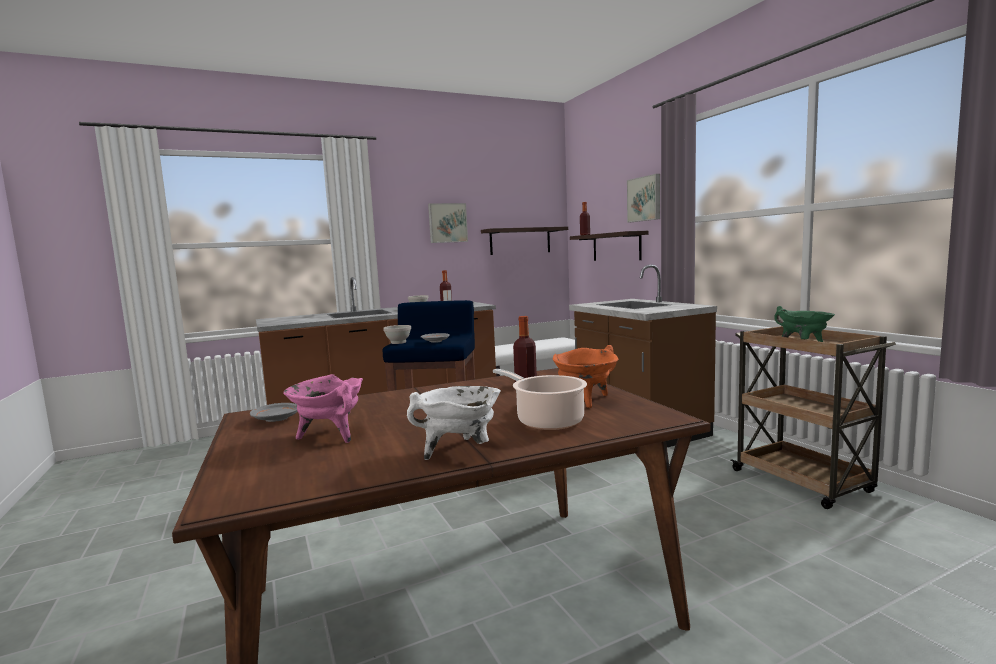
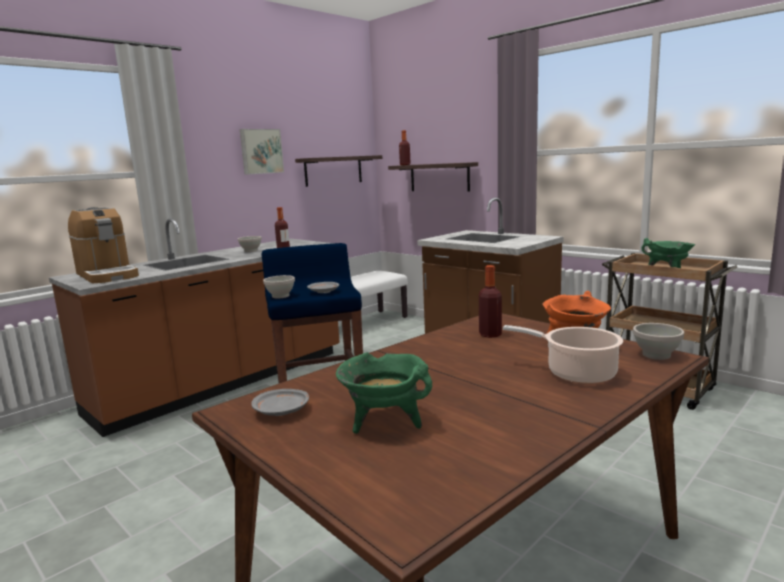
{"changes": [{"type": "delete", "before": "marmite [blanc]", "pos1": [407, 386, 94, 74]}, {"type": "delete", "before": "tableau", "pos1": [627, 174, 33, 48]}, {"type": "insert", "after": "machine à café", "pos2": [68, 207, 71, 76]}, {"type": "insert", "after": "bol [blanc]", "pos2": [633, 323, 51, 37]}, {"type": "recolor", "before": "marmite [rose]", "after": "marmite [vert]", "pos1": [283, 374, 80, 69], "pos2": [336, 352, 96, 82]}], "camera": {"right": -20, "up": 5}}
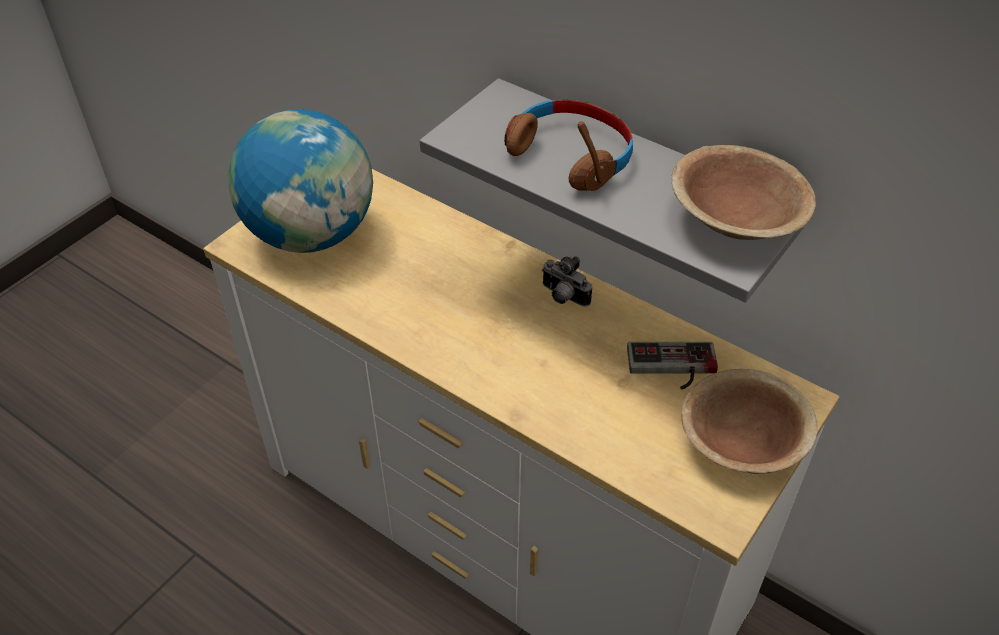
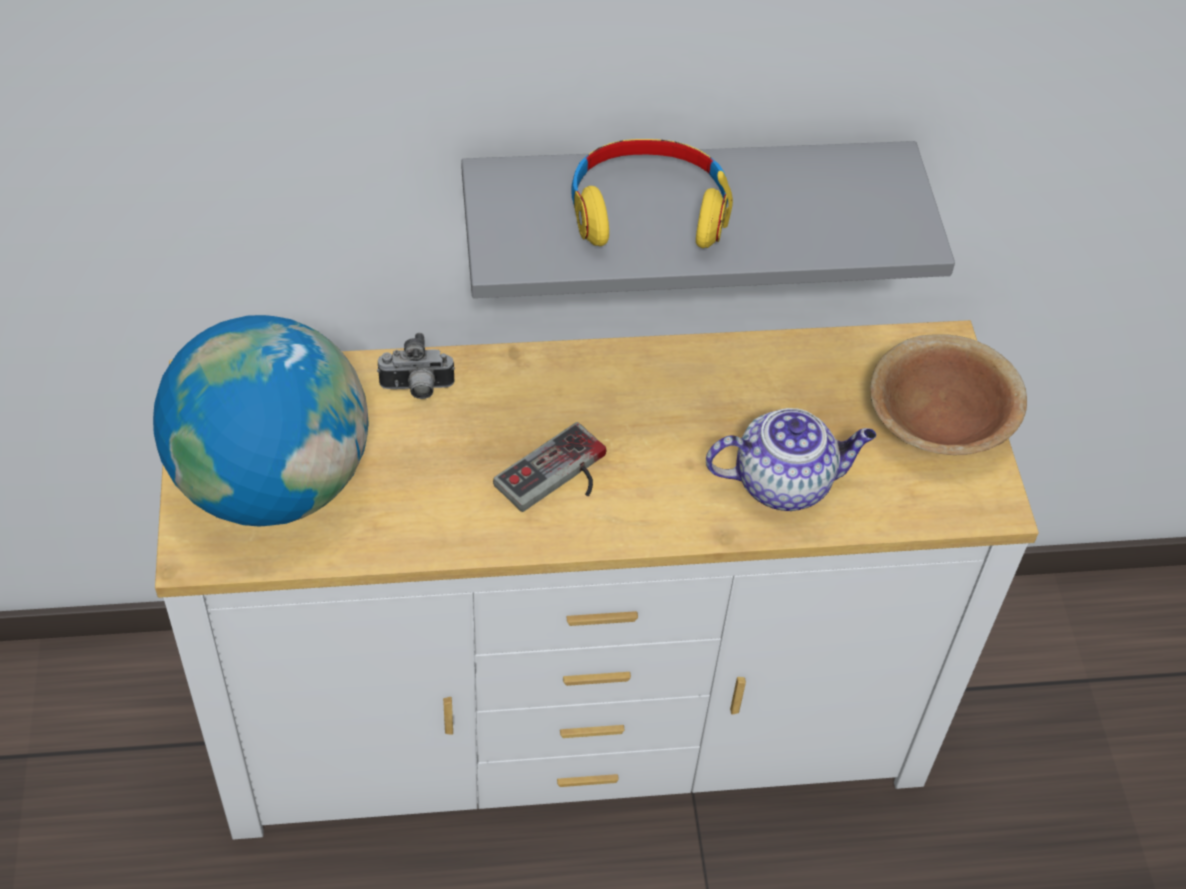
{"changes": [{"type": "delete", "before": "bol [marron]", "pos1": [671, 145, 145, 95]}, {"type": "insert", "after": "théière", "pos2": [706, 408, 170, 103]}, {"type": "move", "before": "appareil photo", "pos1": [542, 256, 50, 51], "pos2": [377, 333, 78, 66]}, {"type": "move", "before": "manette", "pos1": [627, 342, 91, 48], "pos2": [493, 422, 113, 90]}, {"type": "recolor", "before": "casque audio [marron]", "after": "casque audio [jaune]", "pos1": [504, 100, 129, 91], "pos2": [572, 139, 161, 109]}], "camera": {"right": -45, "up": 5}}
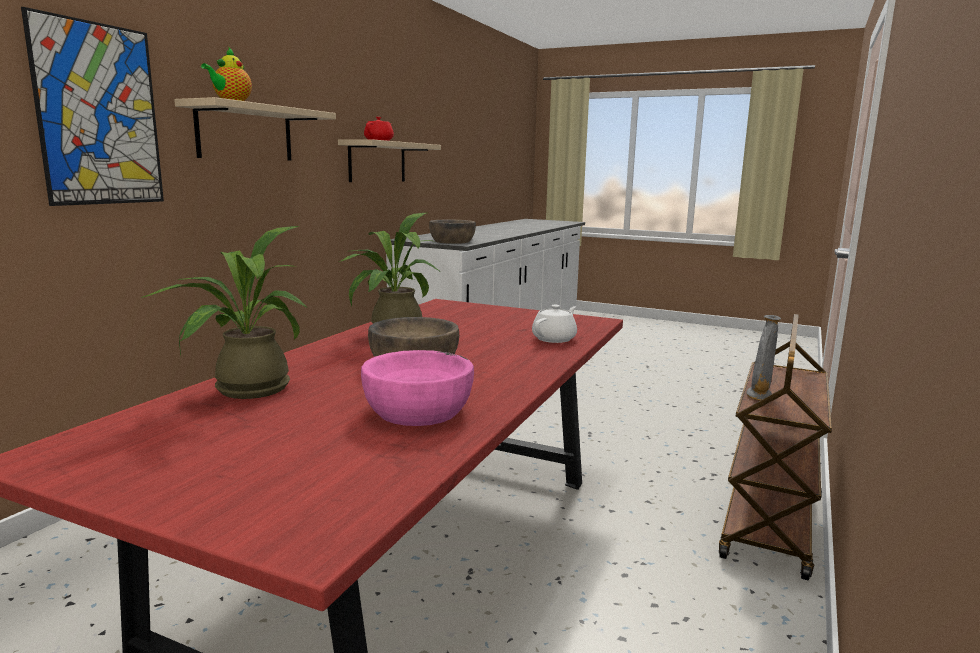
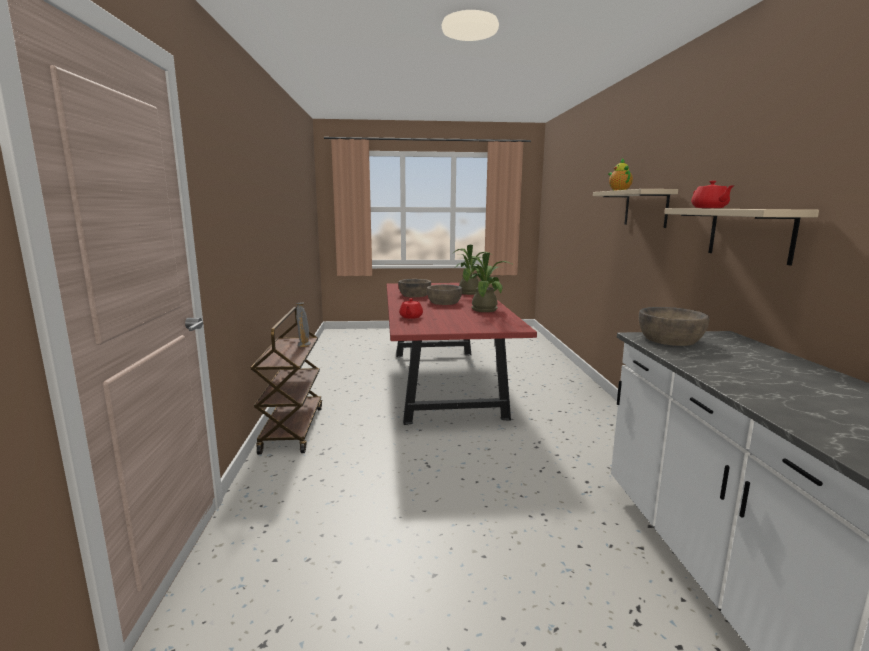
{"changes": [{"type": "delete", "before": "tableau", "pos1": [21, 7, 143, 199]}, {"type": "recolor", "before": "bol [rose]", "after": "bol [marron]", "pos1": [361, 350, 113, 76], "pos2": [398, 279, 33, 18]}, {"type": "recolor", "before": "théière [blanc]", "after": "théière [rouge]", "pos1": [532, 305, 45, 38], "pos2": [399, 299, 24, 20]}], "camera": {"right": 150, "up": 0}}
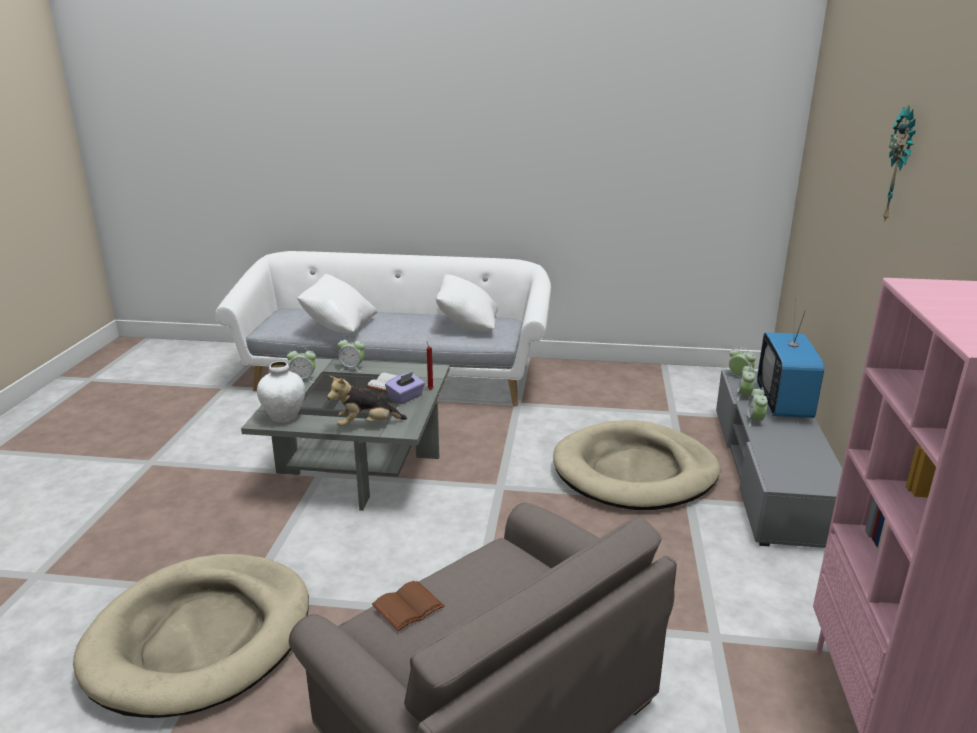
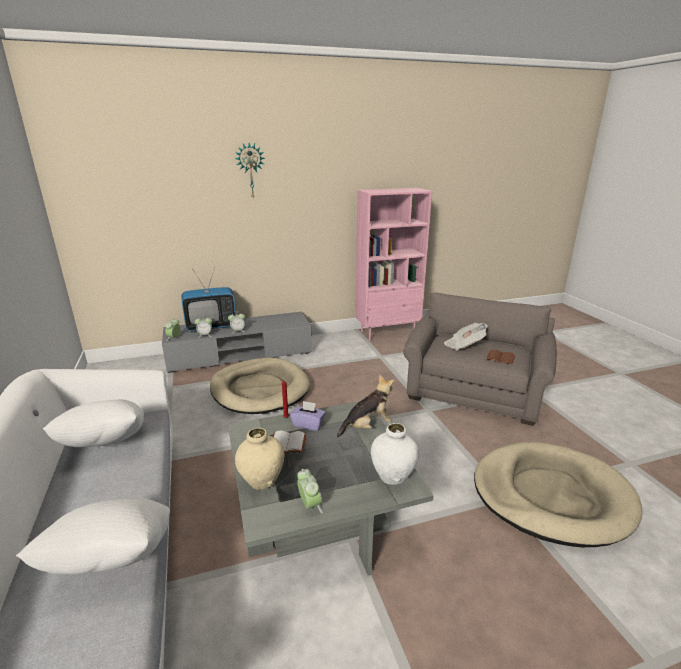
{"changes": [{"type": "insert", "after": "journal", "pos2": [444, 323, 44, 27]}, {"type": "replace", "before": "réveil", "after": "vase [beige]", "pos1": [337, 336, 28, 36], "pos2": [235, 428, 49, 62]}, {"type": "rotate", "before": "peluche", "pos1": [327, 376, 80, 50], "pos2": [337, 375, 57, 62], "turn": -75}], "camera": {"right": -115, "up": 0}}
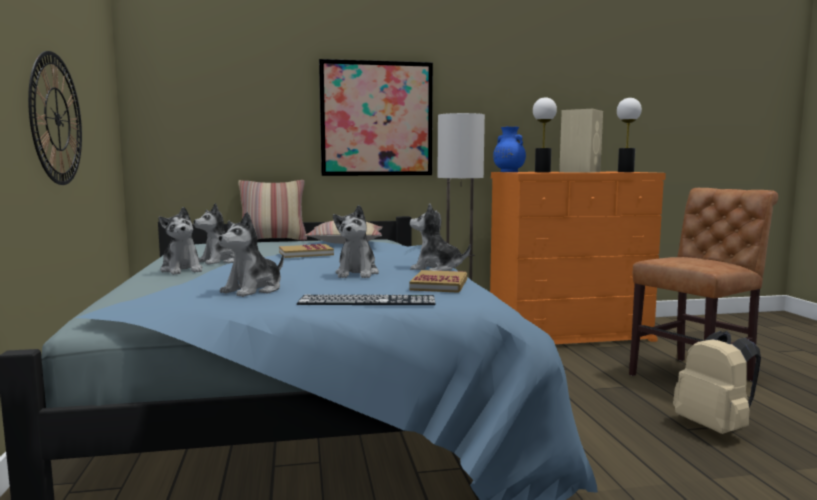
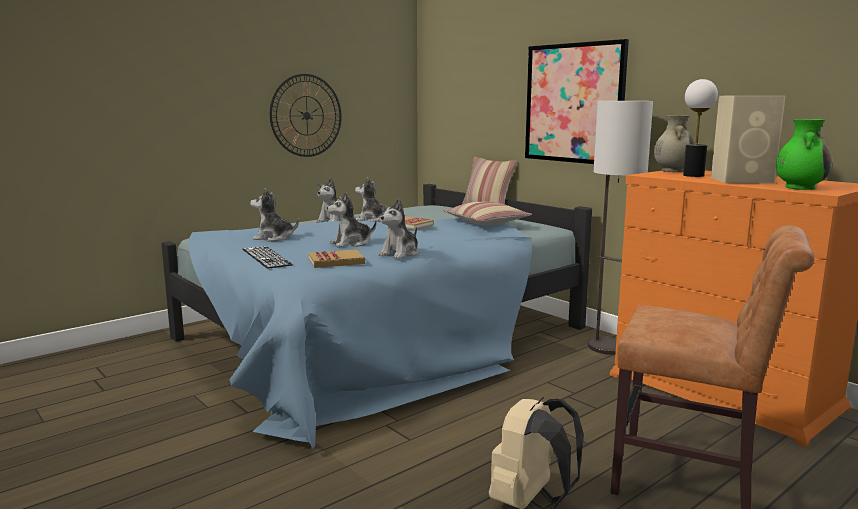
{"changes": [{"type": "replace", "before": "lampe de table", "after": "vase [vert]", "pos1": [617, 98, 25, 74], "pos2": [776, 119, 56, 71]}, {"type": "recolor", "before": "vase [bleu]", "after": "vase [beige]", "pos1": [493, 126, 33, 46], "pos2": [654, 115, 41, 57]}, {"type": "rotate", "before": "peluche", "pos1": [410, 203, 61, 68], "pos2": [378, 199, 40, 60], "turn": -135}], "camera": {"right": 60, "up": 5}}
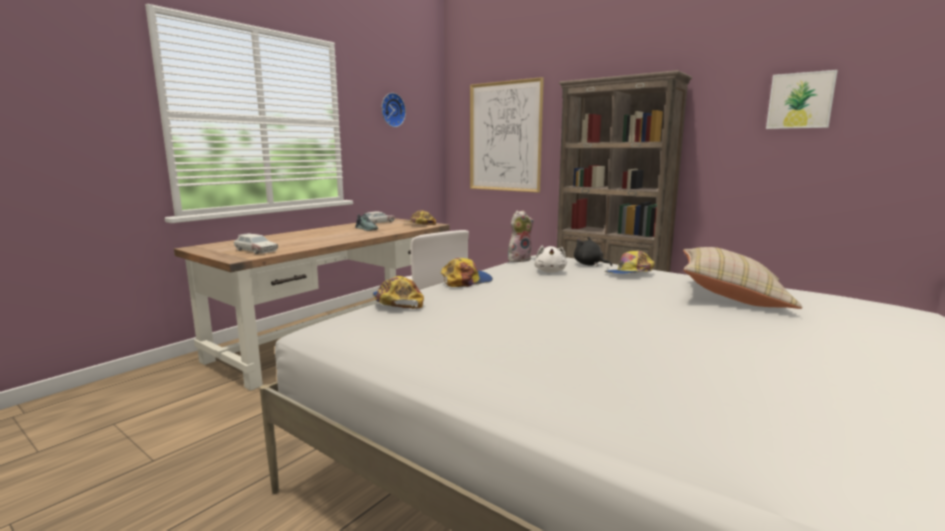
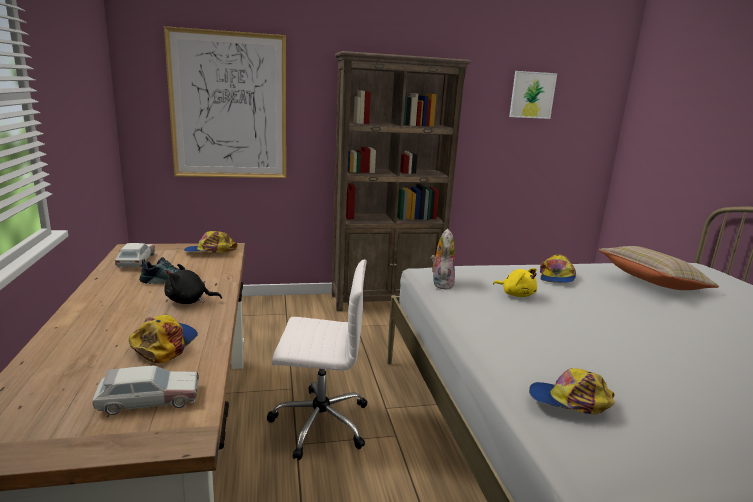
{"changes": [{"type": "delete", "before": "horloge murale", "pos1": [382, 93, 24, 34]}, {"type": "move", "before": "casquette", "pos1": [441, 258, 52, 29], "pos2": [129, 315, 69, 48]}, {"type": "move", "before": "peluche [noir]", "pos1": [574, 237, 38, 29], "pos2": [164, 264, 58, 40]}, {"type": "recolor", "before": "peluche [blanc]", "after": "peluche [jaune]", "pos1": [534, 246, 33, 27], "pos2": [493, 268, 44, 29]}], "camera": {"right": -50, "up": 5}}
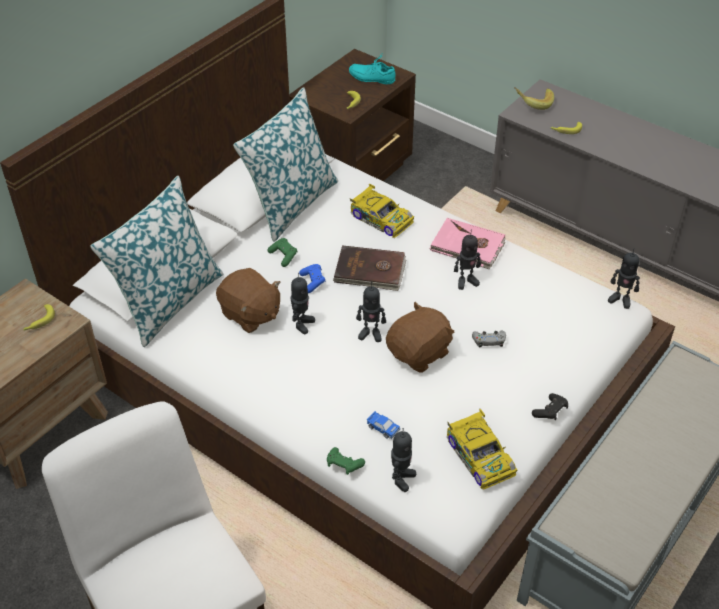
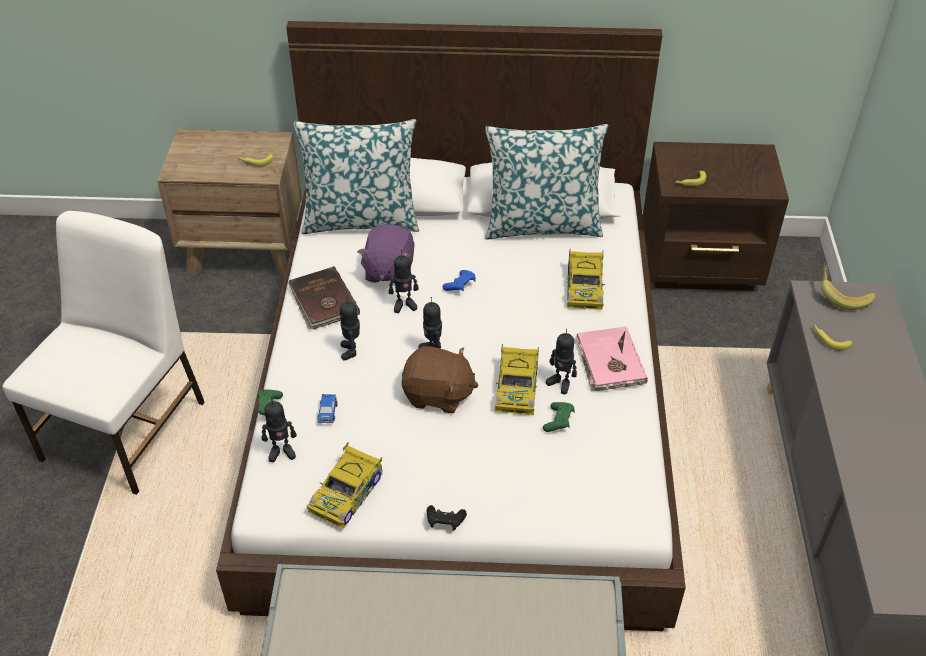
{"changes": [{"type": "delete", "before": "chaussure [turquoise]", "pos1": [349, 54, 47, 30]}, {"type": "delete", "before": "manette [gris]", "pos1": [472, 330, 34, 18]}, {"type": "insert", "after": "petite voiture", "pos2": [495, 344, 44, 71]}, {"type": "move", "before": "manette [vert]", "pos1": [267, 238, 31, 29], "pos2": [543, 402, 32, 30]}, {"type": "move", "before": "livre [marron]", "pos1": [333, 245, 73, 46], "pos2": [288, 266, 72, 64]}, {"type": "move", "before": "robot jouet", "pos1": [608, 248, 32, 61], "pos2": [340, 297, 20, 64]}, {"type": "recolor", "before": "peluche [marron]", "after": "peluche [violet]", "pos1": [216, 268, 64, 65], "pos2": [358, 224, 57, 60]}], "camera": {"right": 55, "up": 0}}
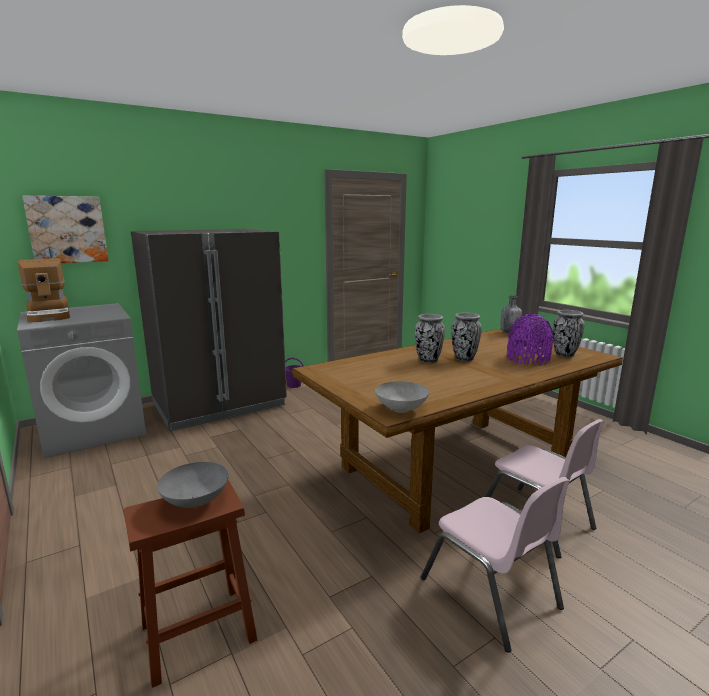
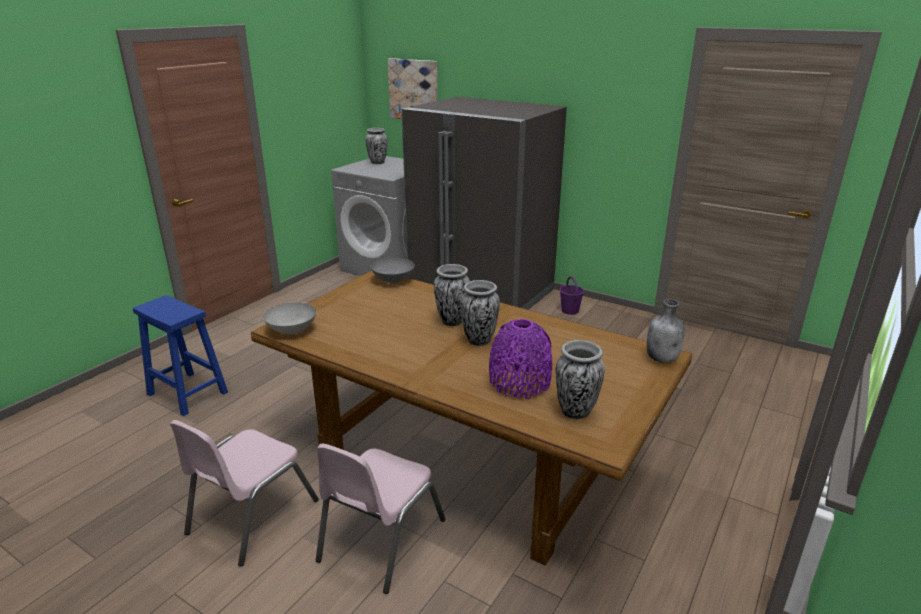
{"changes": [{"type": "move", "before": "bol [gris]", "pos1": [157, 462, 72, 46], "pos2": [371, 257, 44, 26]}, {"type": "replace", "before": "machine à café", "after": "vase", "pos1": [18, 258, 52, 64], "pos2": [365, 128, 22, 36]}, {"type": "recolor", "before": "tabouret [marron]", "after": "tabouret [bleu]", "pos1": [124, 480, 133, 208], "pos2": [133, 295, 95, 121]}], "camera": {"right": 65, "up": 10}}
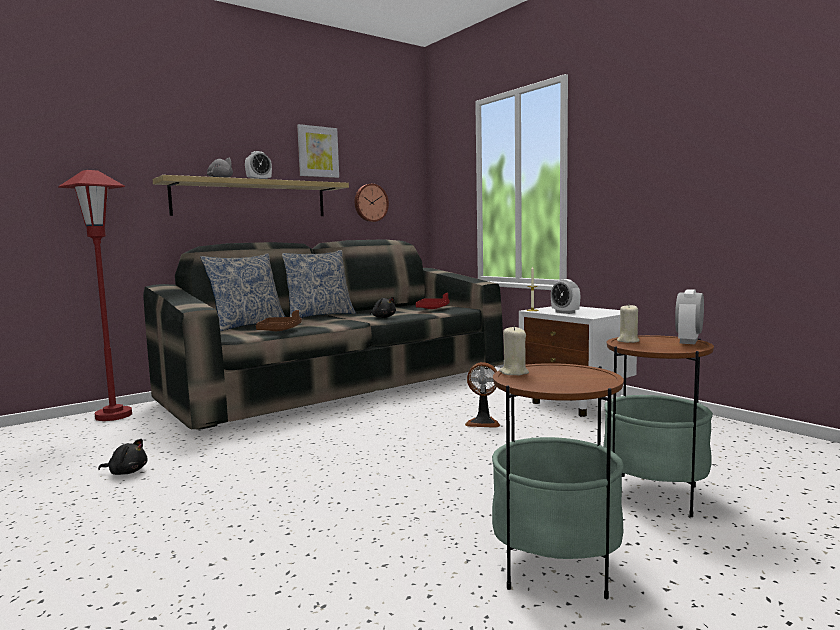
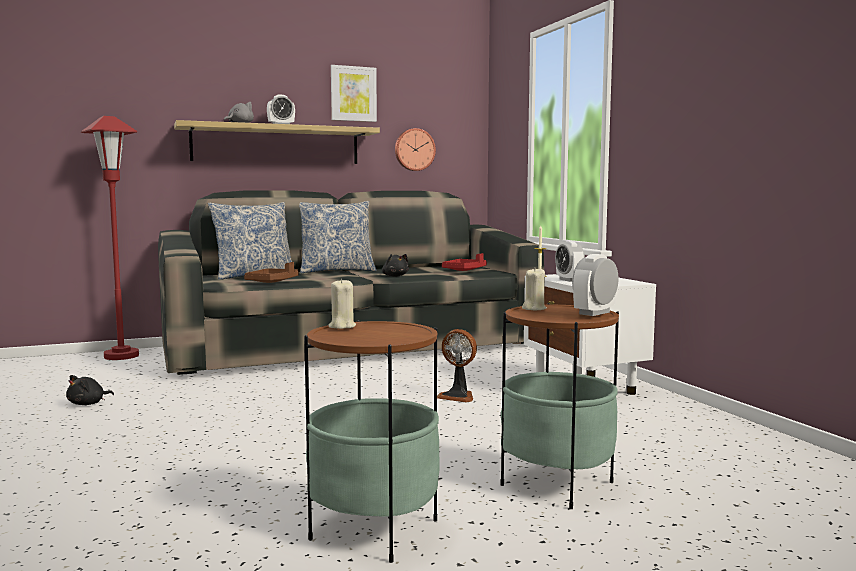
{"changes": [{"type": "rotate", "before": "peluche [noir]", "pos1": [98, 439, 49, 36], "pos2": [66, 375, 48, 30], "turn": 105}], "camera": {"right": 15, "up": 0}}
